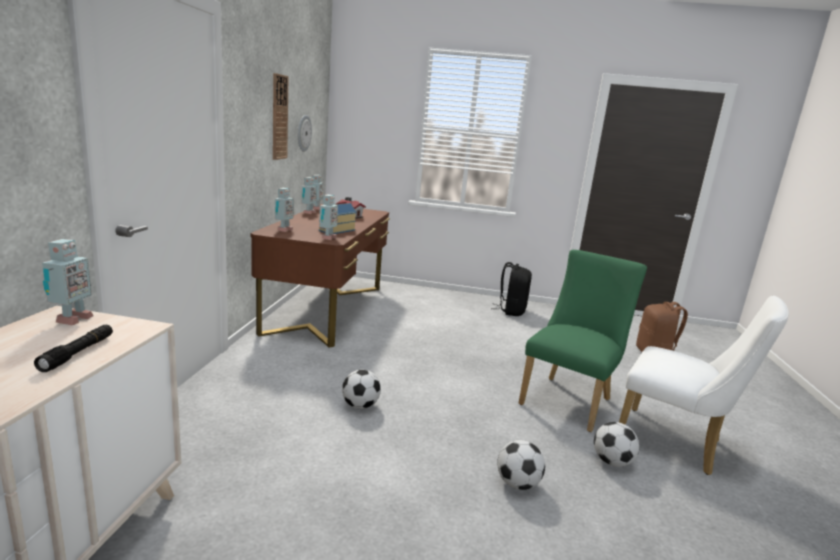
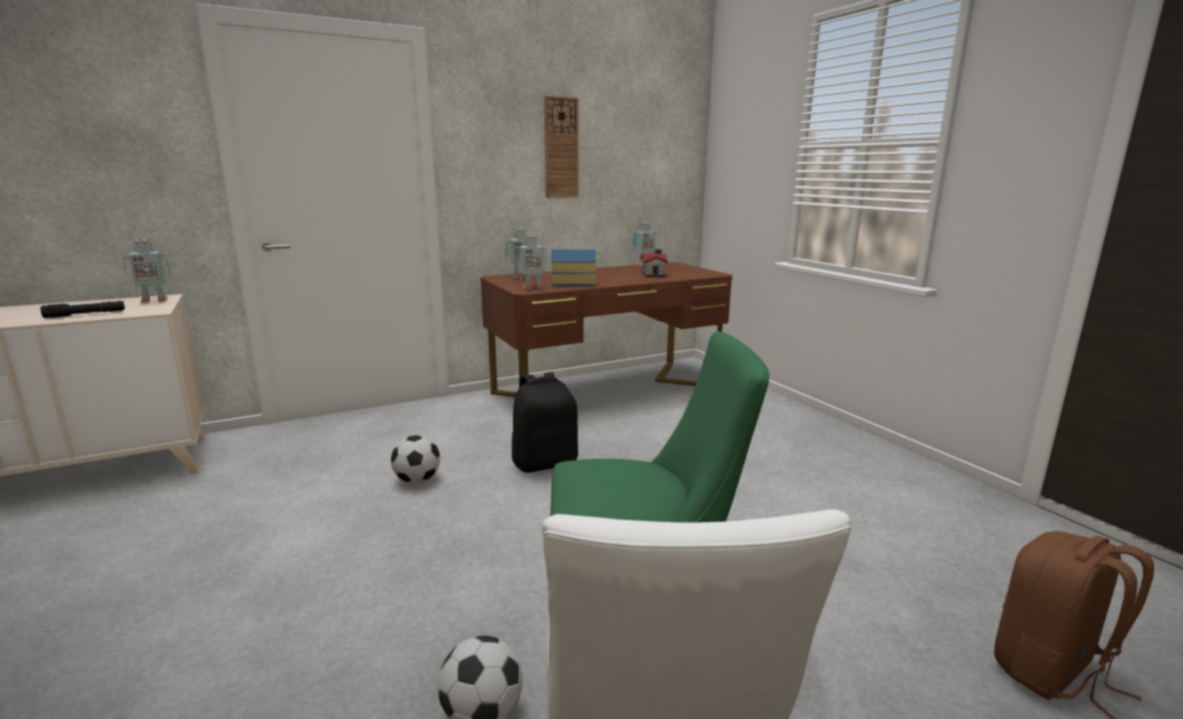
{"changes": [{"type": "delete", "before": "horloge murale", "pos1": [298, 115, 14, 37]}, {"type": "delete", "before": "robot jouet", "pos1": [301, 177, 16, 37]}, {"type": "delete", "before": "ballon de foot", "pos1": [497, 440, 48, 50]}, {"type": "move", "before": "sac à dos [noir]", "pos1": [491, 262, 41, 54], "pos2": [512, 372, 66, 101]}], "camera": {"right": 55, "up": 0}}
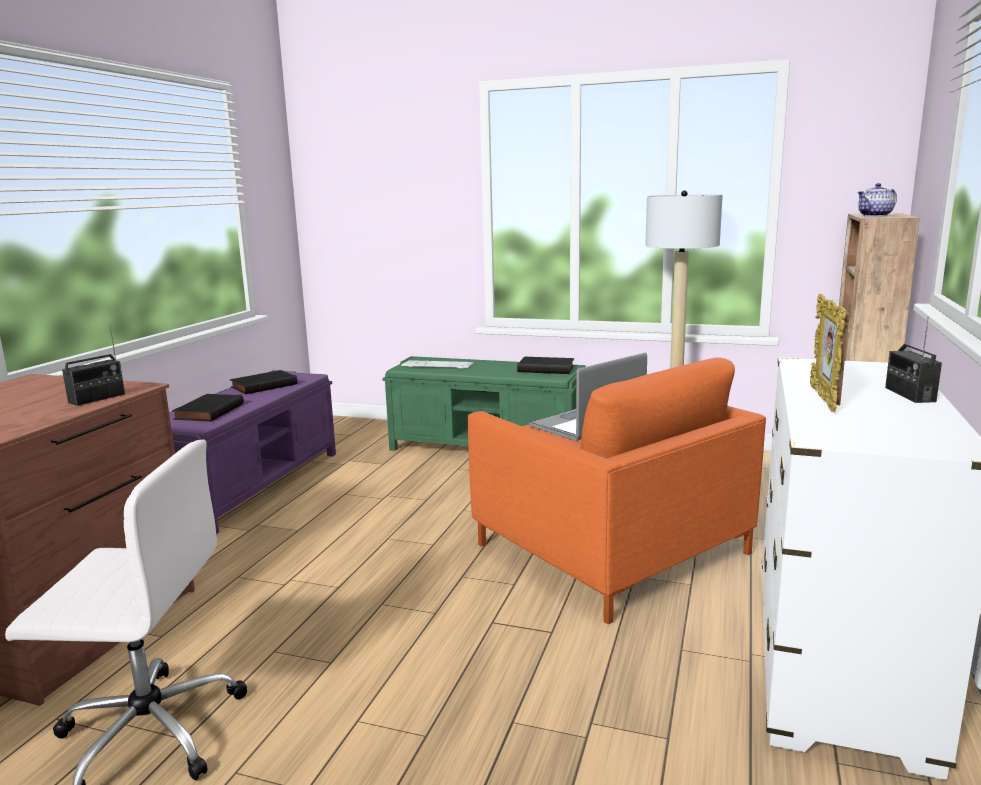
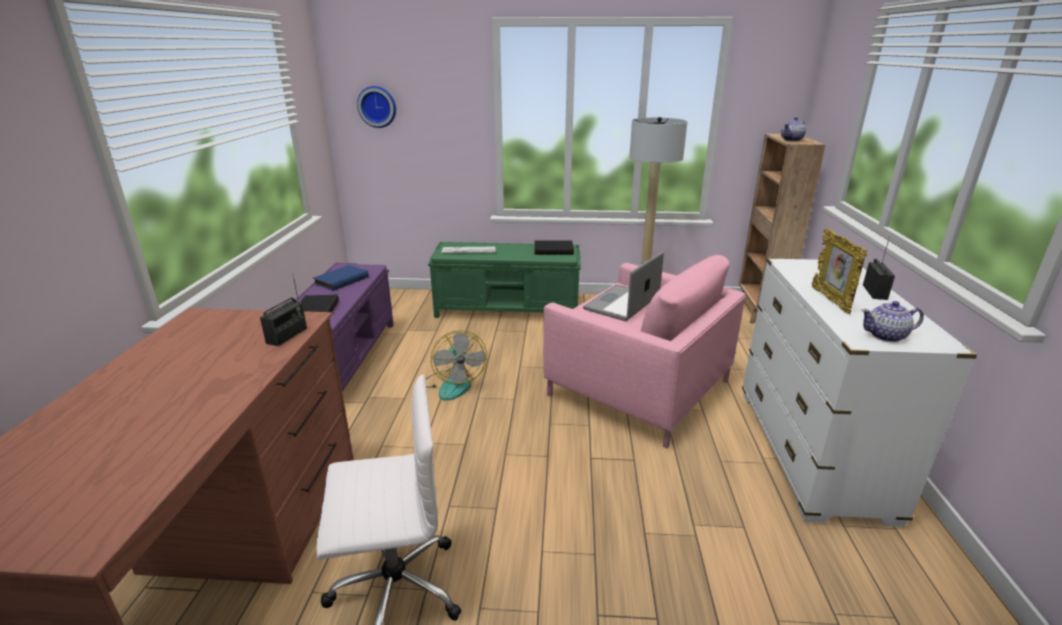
{"changes": [{"type": "insert", "after": "horloge murale", "pos2": [357, 86, 39, 42]}, {"type": "insert", "after": "ventilateur", "pos2": [426, 330, 61, 71]}, {"type": "insert", "after": "théière", "pos2": [861, 301, 63, 41]}, {"type": "recolor", "before": "livre [noir]", "after": "livre [bleu]", "pos1": [230, 370, 67, 24], "pos2": [313, 265, 56, 26]}, {"type": "recolor", "before": "fauteuil [orange]", "after": "fauteuil [rose]", "pos1": [468, 357, 298, 267], "pos2": [543, 255, 203, 193]}, {"type": "rotate", "before": "radio", "pos1": [885, 317, 57, 86], "pos2": [863, 236, 32, 64], "turn": -150}], "camera": {"right": -15, "up": 10}}
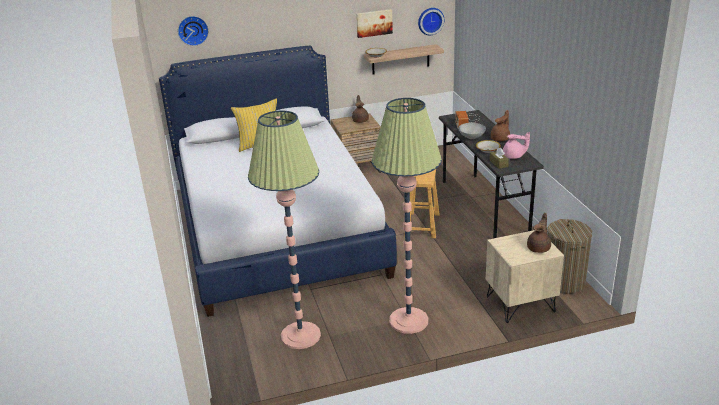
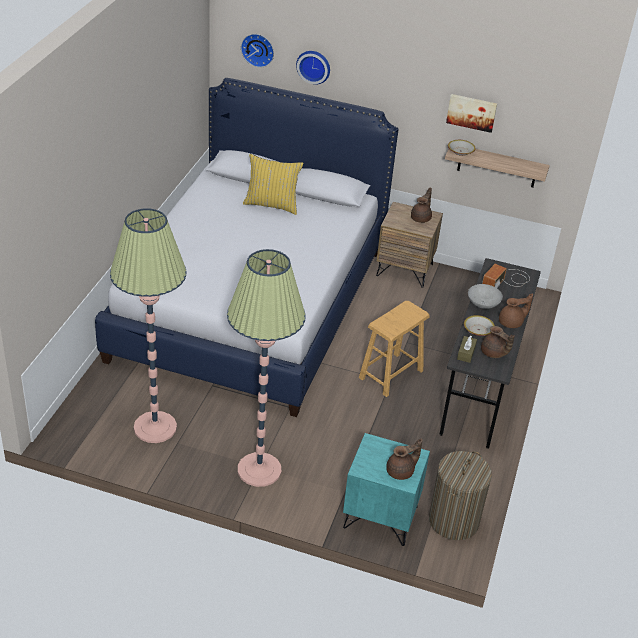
{"changes": [{"type": "move", "before": "horloge murale", "pos1": [418, 8, 26, 27], "pos2": [296, 51, 34, 34]}, {"type": "recolor", "before": "table de chevet [beige]", "after": "table de chevet [turquoise]", "pos1": [486, 230, 78, 93], "pos2": [343, 433, 87, 113]}, {"type": "recolor", "before": "théière [rose]", "after": "théière [marron]", "pos1": [503, 132, 27, 27], "pos2": [481, 326, 34, 32]}], "camera": {"right": 30, "up": 10}}
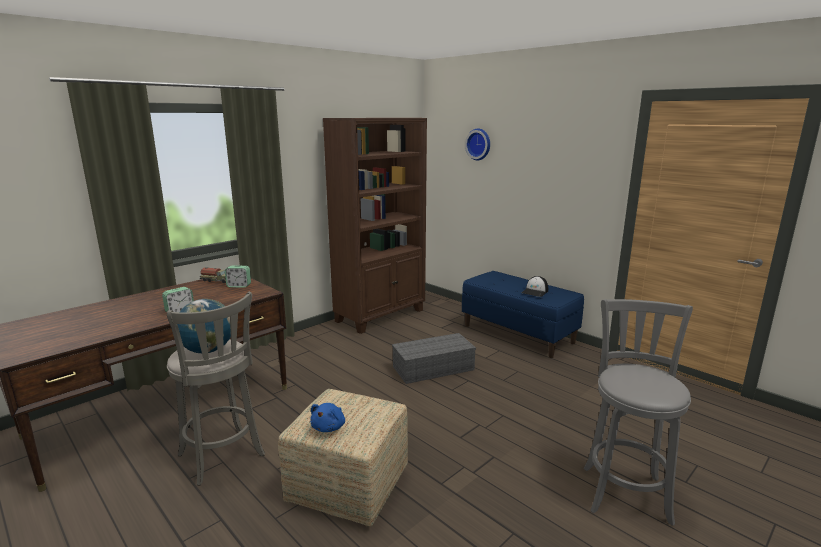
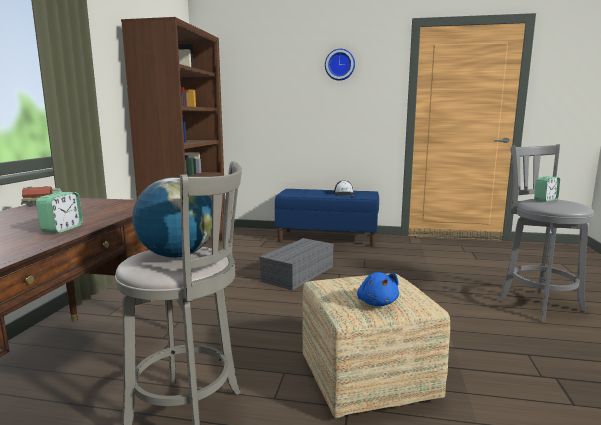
{"changes": [{"type": "move", "before": "réveil", "pos1": [225, 266, 26, 22], "pos2": [534, 176, 26, 26]}, {"type": "move", "before": "horloge murale", "pos1": [465, 128, 25, 32], "pos2": [325, 49, 30, 32]}], "camera": {"right": -35, "up": -5}}
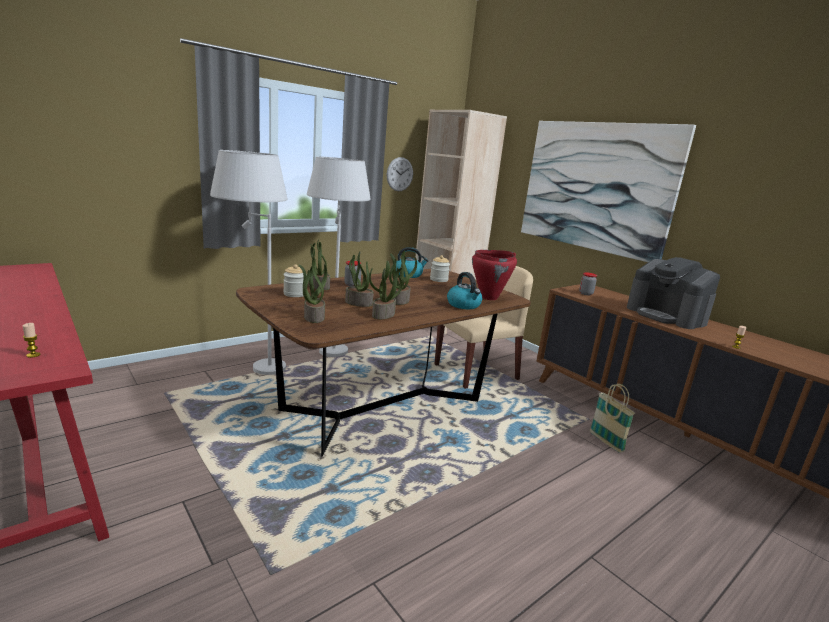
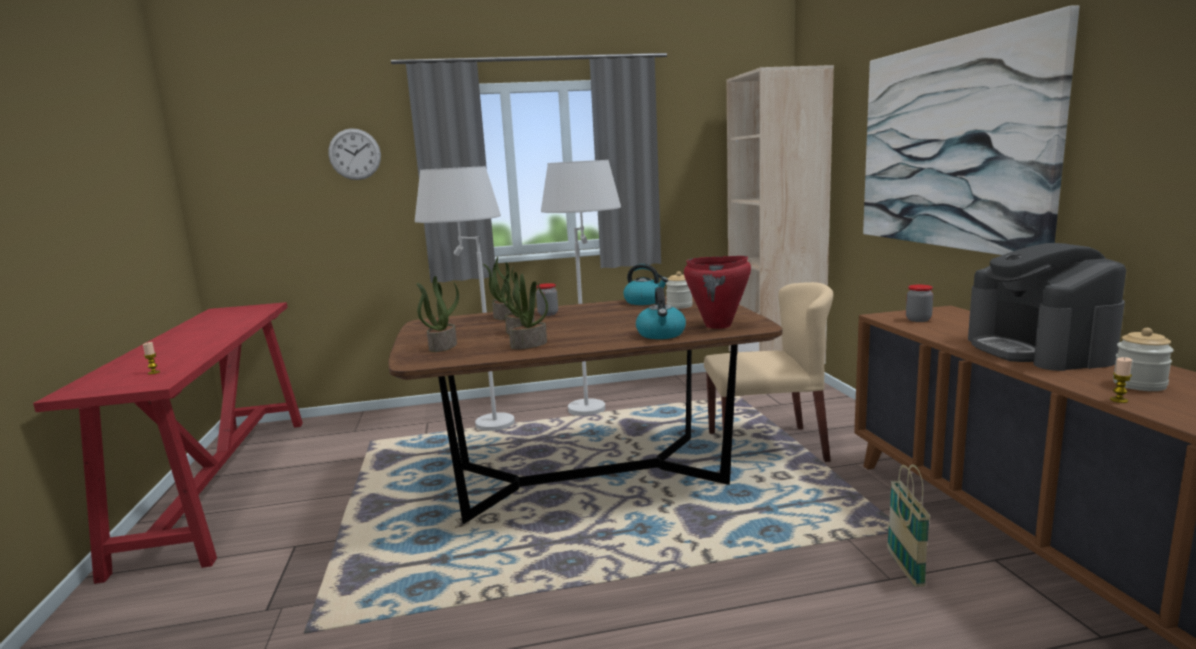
{"changes": [{"type": "delete", "before": "plante en pot", "pos1": [389, 251, 28, 54]}, {"type": "move", "before": "bocal", "pos1": [283, 264, 24, 33], "pos2": [1113, 328, 61, 63]}, {"type": "move", "before": "horloge murale", "pos1": [387, 157, 26, 34], "pos2": [328, 128, 53, 52]}], "camera": {"right": 30, "up": -5}}
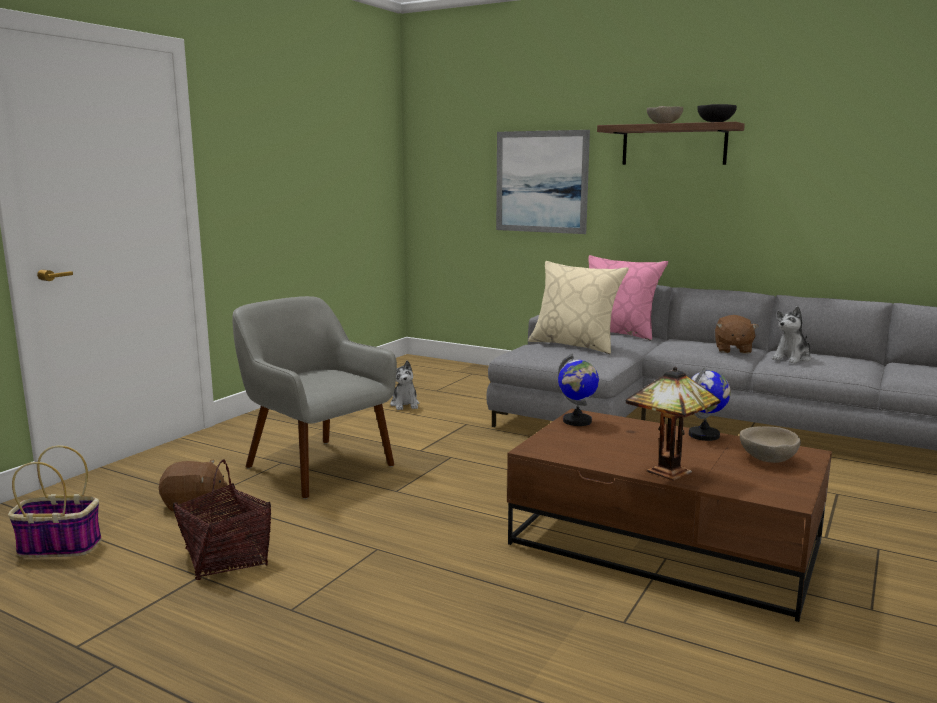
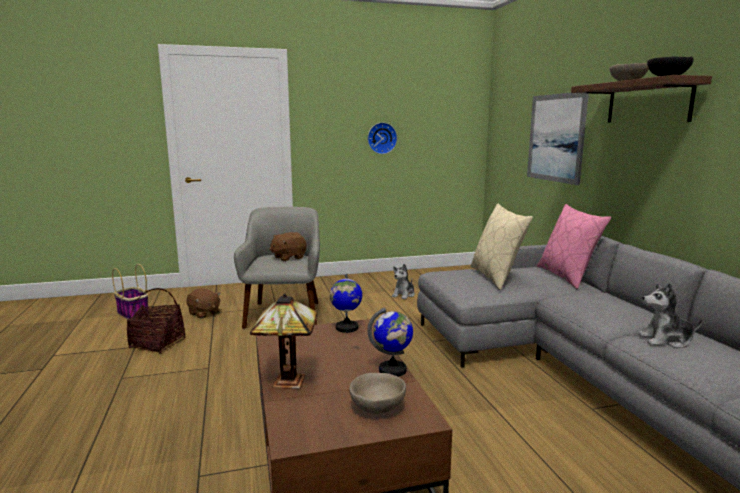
{"changes": [{"type": "insert", "after": "horloge murale", "pos2": [368, 122, 29, 32]}, {"type": "move", "before": "peluche [marron]", "pos1": [715, 315, 44, 39], "pos2": [269, 232, 38, 29]}], "camera": {"right": 45, "up": 0}}
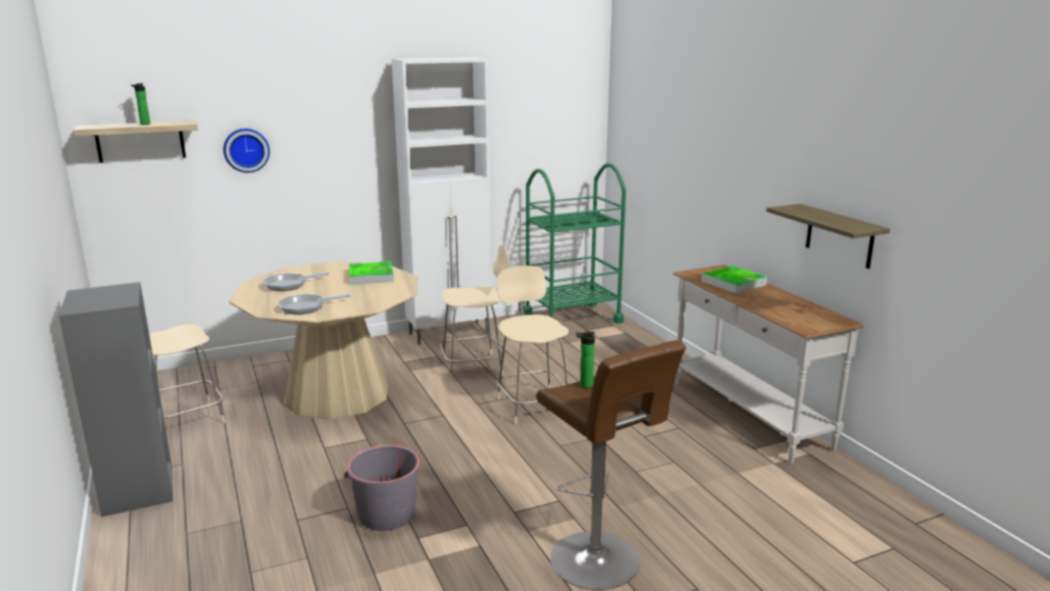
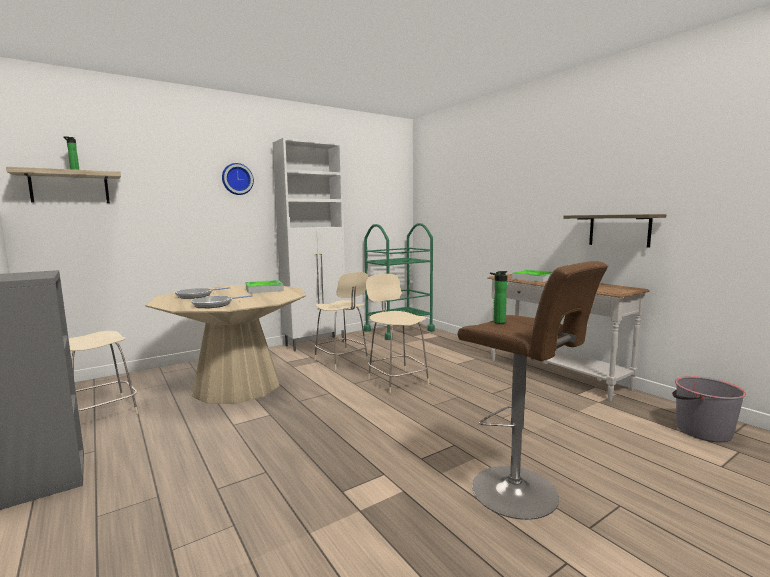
{"changes": [{"type": "move", "before": "horloge murale", "pos1": [223, 129, 47, 44], "pos2": [222, 163, 32, 32]}, {"type": "move", "before": "seau [gris]", "pos1": [344, 445, 76, 86], "pos2": [672, 376, 74, 66]}, {"type": "rotate", "before": "chaise [beige]", "pos1": [440, 245, 69, 136], "pos2": [314, 272, 54, 98], "turn": 75}], "camera": {"right": -10, "up": -10}}
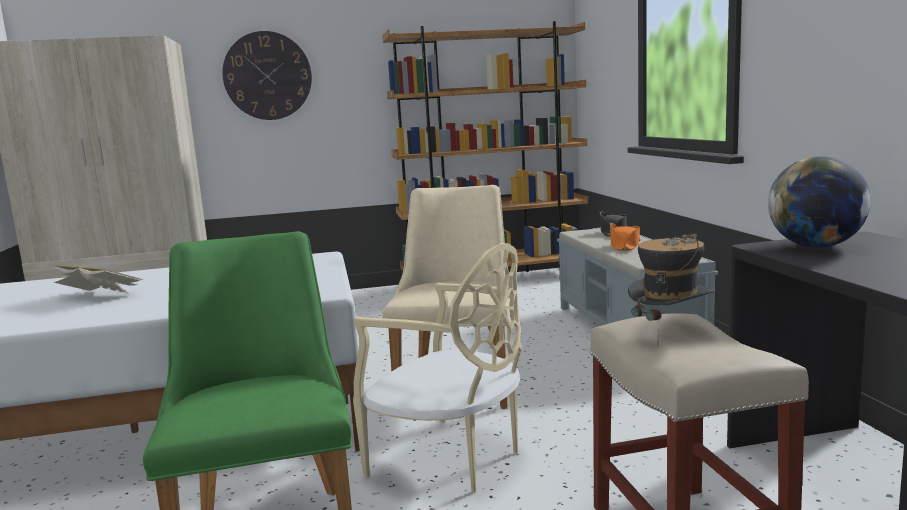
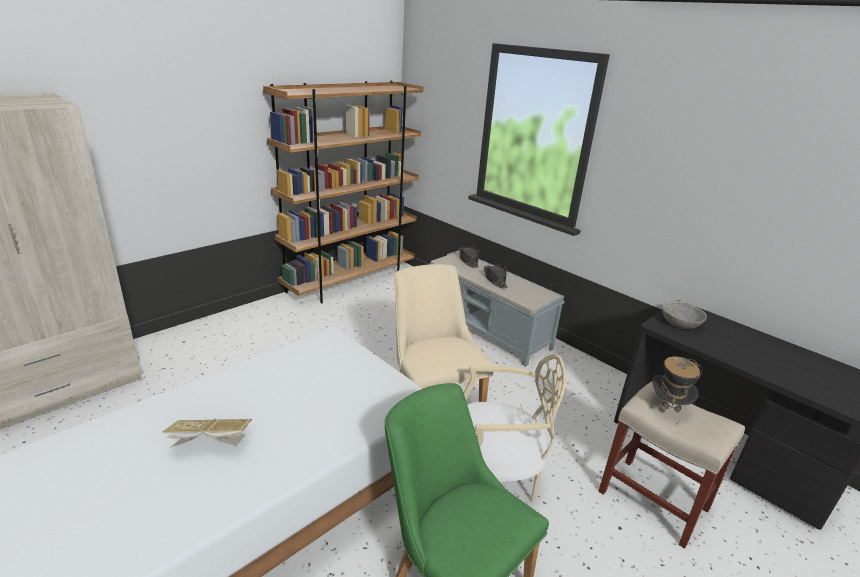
{"changes": [{"type": "delete", "before": "horloge murale", "pos1": [222, 31, 90, 89]}, {"type": "replace", "before": "globe", "after": "bol [gris]", "pos1": [768, 156, 103, 92], "pos2": [662, 300, 45, 29]}, {"type": "recolor", "before": "chapeau [orange]", "after": "chapeau [noir]", "pos1": [610, 223, 30, 28], "pos2": [484, 265, 24, 24]}], "camera": {"right": -35, "up": 15}}
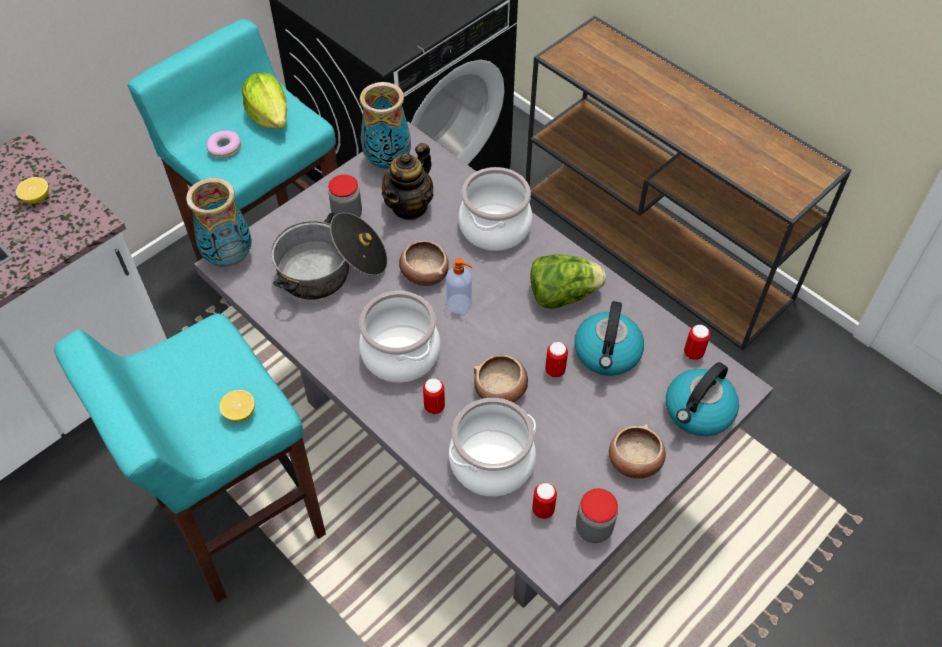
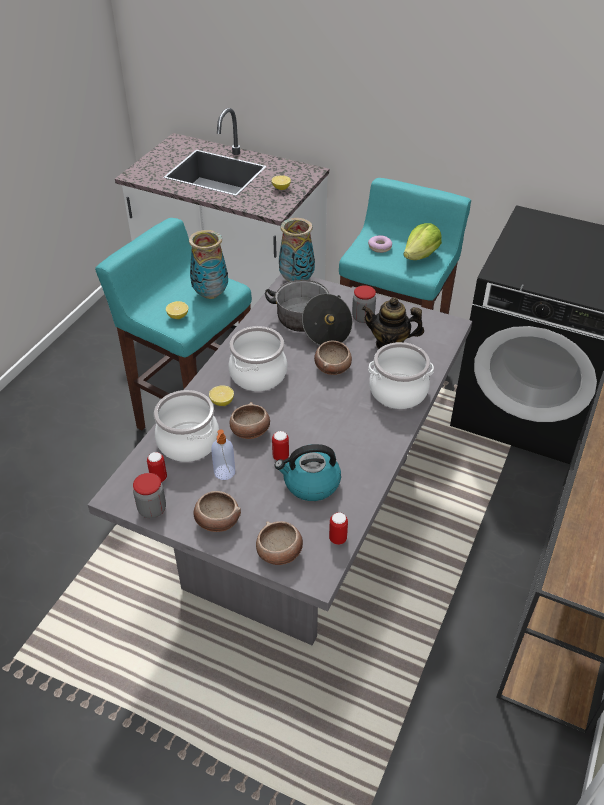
{"changes": [{"type": "delete", "before": "laitue", "pos1": [530, 254, 76, 55]}, {"type": "move", "before": "vase", "pos1": [360, 82, 51, 87], "pos2": [189, 230, 39, 69]}, {"type": "move", "before": "distributeur de savon", "pos1": [446, 257, 27, 57], "pos2": [211, 429, 24, 51]}, {"type": "replace", "before": "boîte métallique", "after": "citron", "pos1": [423, 378, 22, 36], "pos2": [209, 385, 25, 21]}, {"type": "replace", "before": "bouilloire", "after": "bol", "pos1": [666, 362, 73, 74], "pos2": [256, 521, 47, 44]}], "camera": {"right": 70, "up": -10}}
